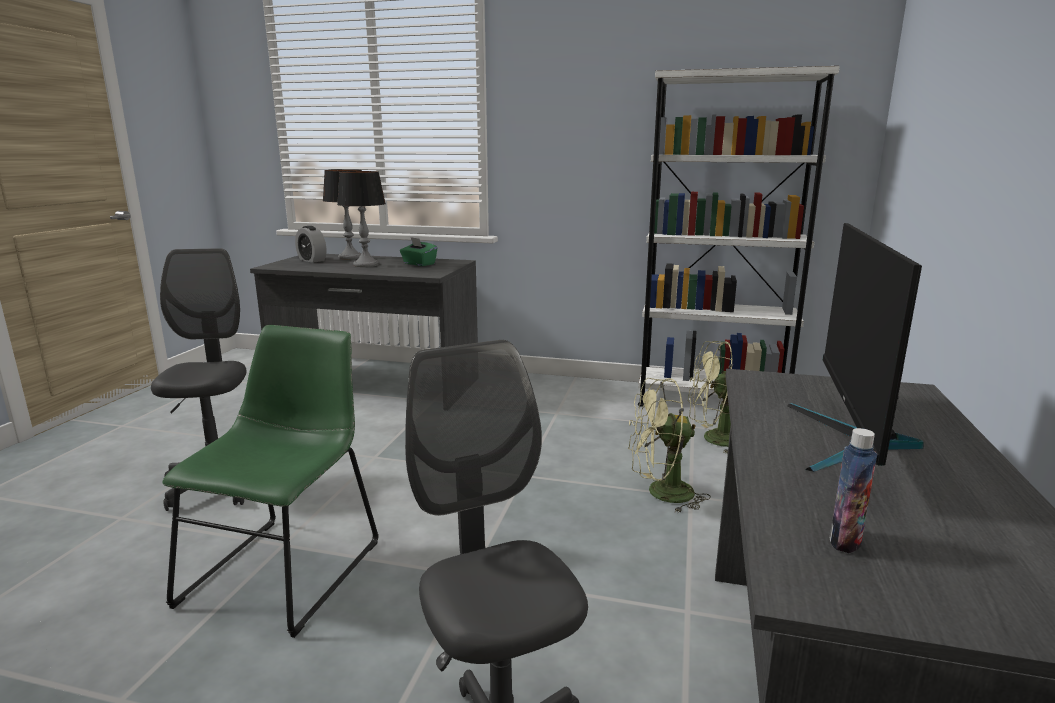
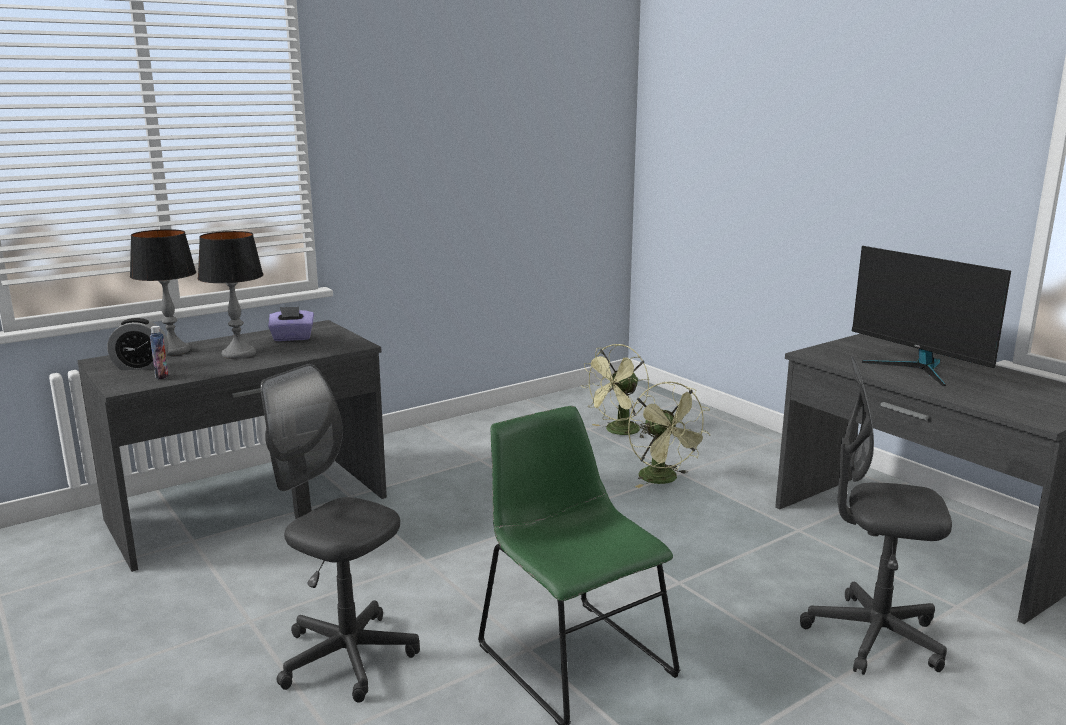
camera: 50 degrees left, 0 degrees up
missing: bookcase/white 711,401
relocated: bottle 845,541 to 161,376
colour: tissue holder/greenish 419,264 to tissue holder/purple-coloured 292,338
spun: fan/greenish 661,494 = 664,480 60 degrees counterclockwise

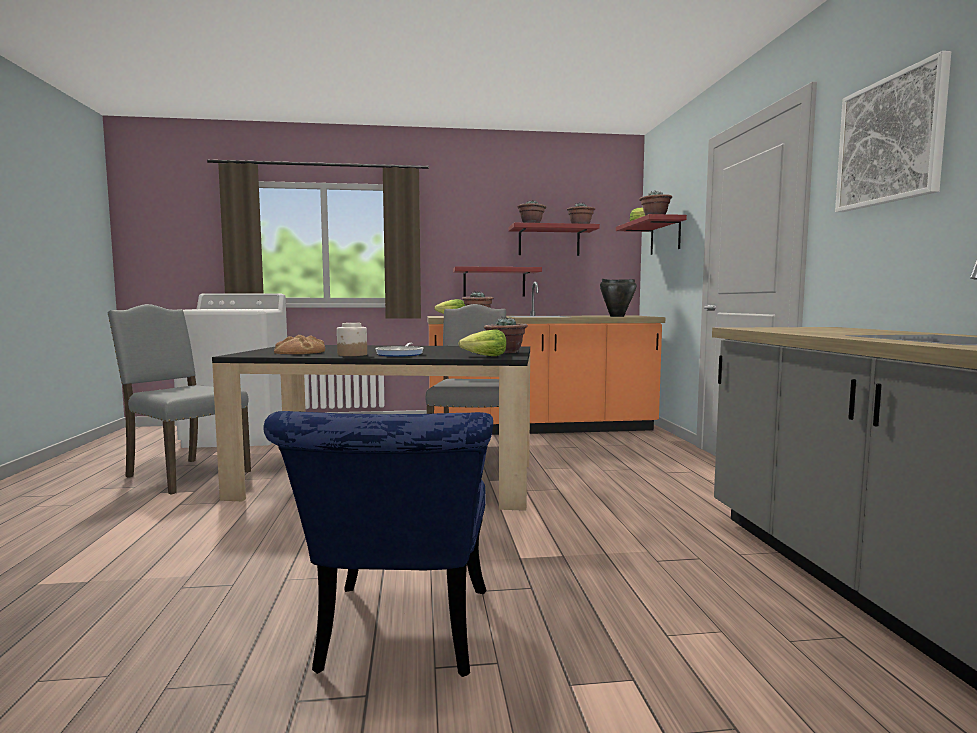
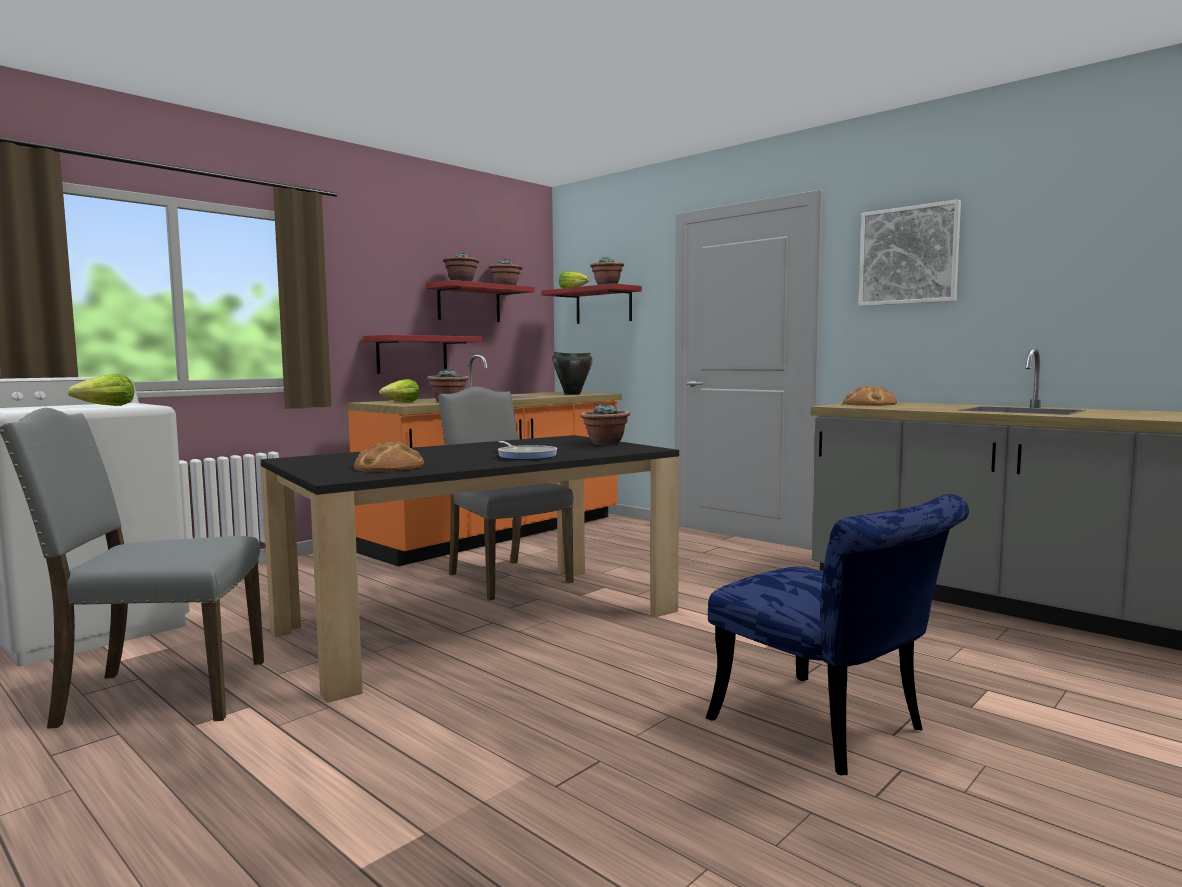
camera: 40 degrees left, 0 degrees up
missing: storage jar 352,355
appeared: bakery bread 869,404
relocated: head of lettuce 485,356 to 106,406

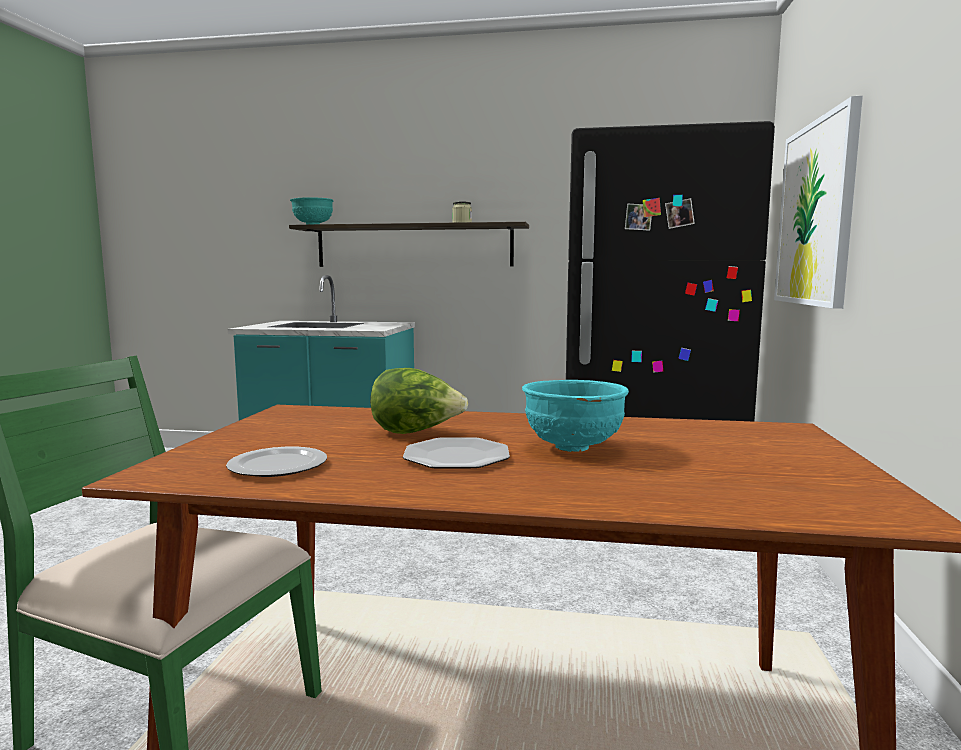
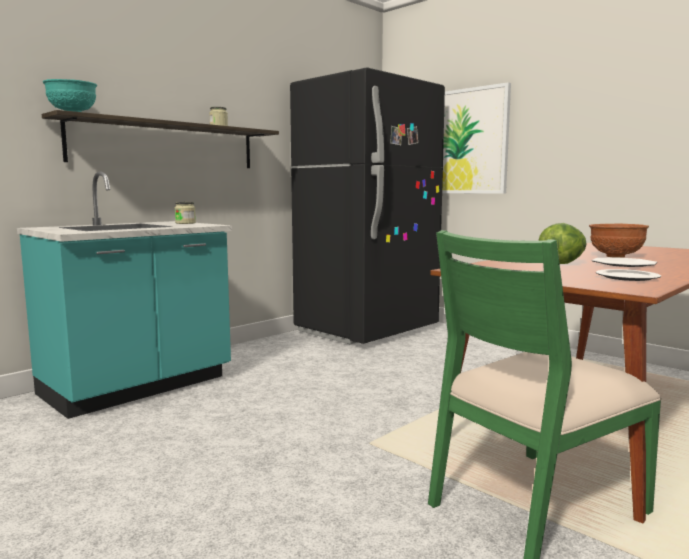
camera: 55 degrees left, 0 degrees up
appeared: storage jar 185,223
colour: bowl/turquoise-coloured 573,447 to bowl/brown 615,256

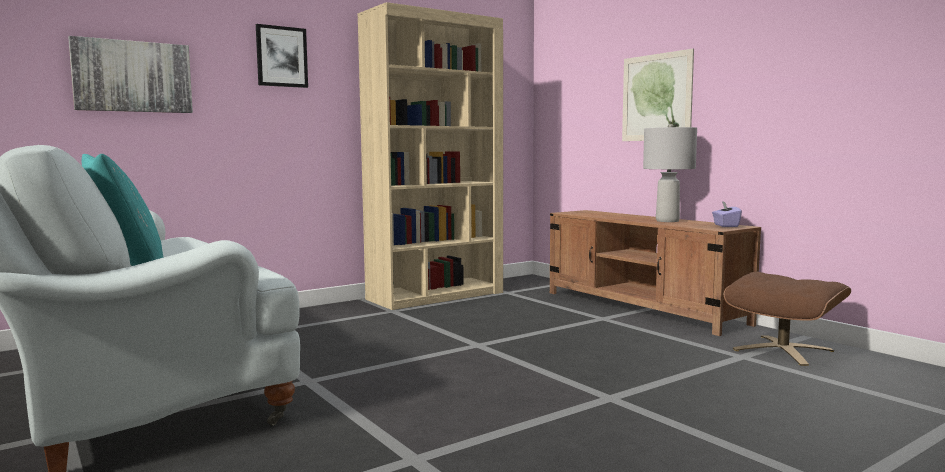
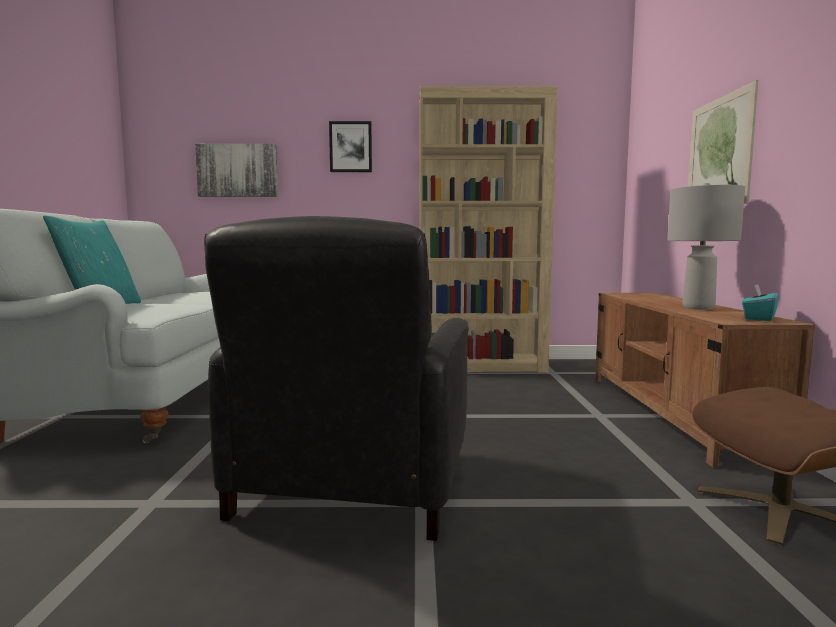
camera: 35 degrees right, 0 degrees up
appeared: armchair/black 353,484
colour: tissue holder/purple-coloured 725,225 to tissue holder/turquoise-coloured 758,318

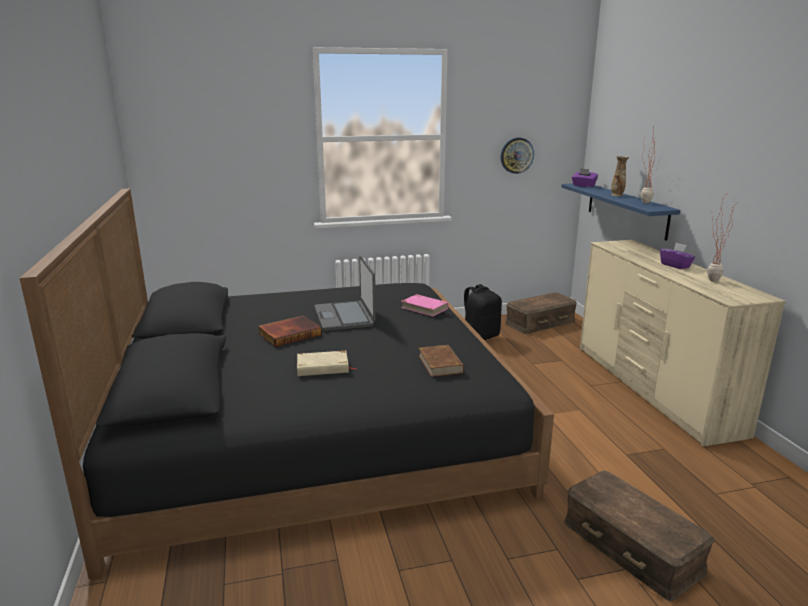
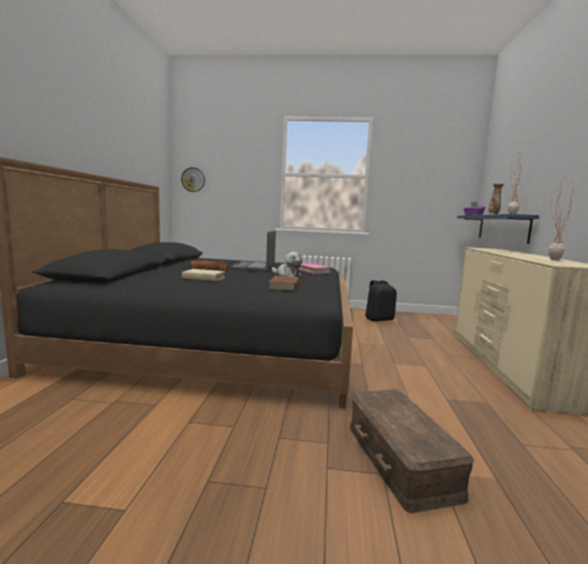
camera: 20 degrees right, 10 degrees down
missing: storage bin/brown 540,323; tissue holder/purple-coloured 675,265
appeared: soft toy 287,275
relocated: clock on the wall 516,155 to 193,179

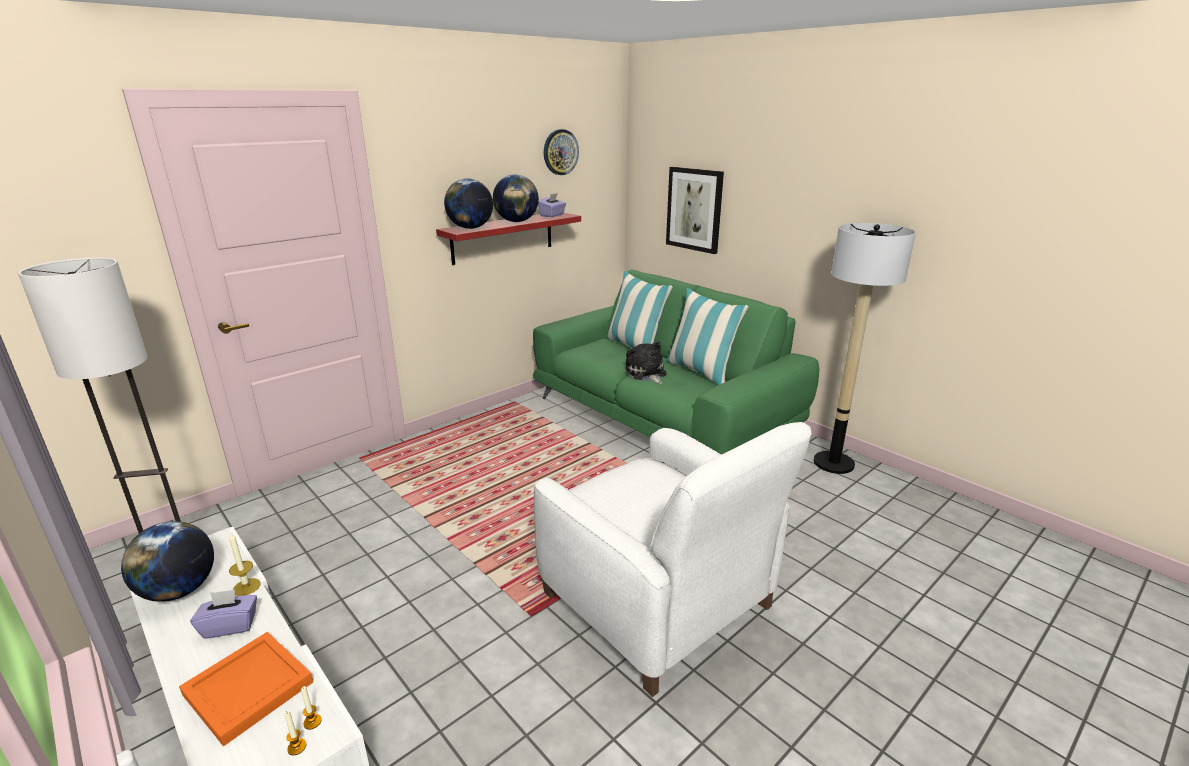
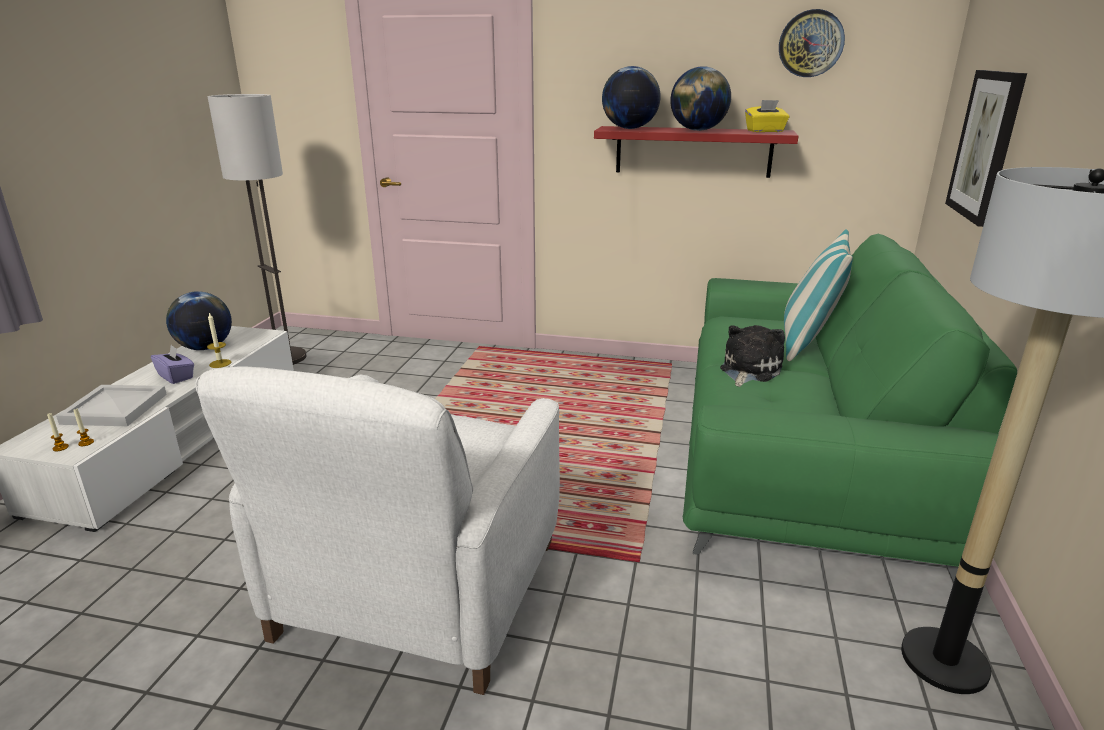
camera: 55 degrees right, 0 degrees up
missing: throw pillow 701,371
colour: serving tray/orange 246,689 to serving tray/white 114,408; tissue holder/purple-coloured 552,215 to tissue holder/yellowish 765,131

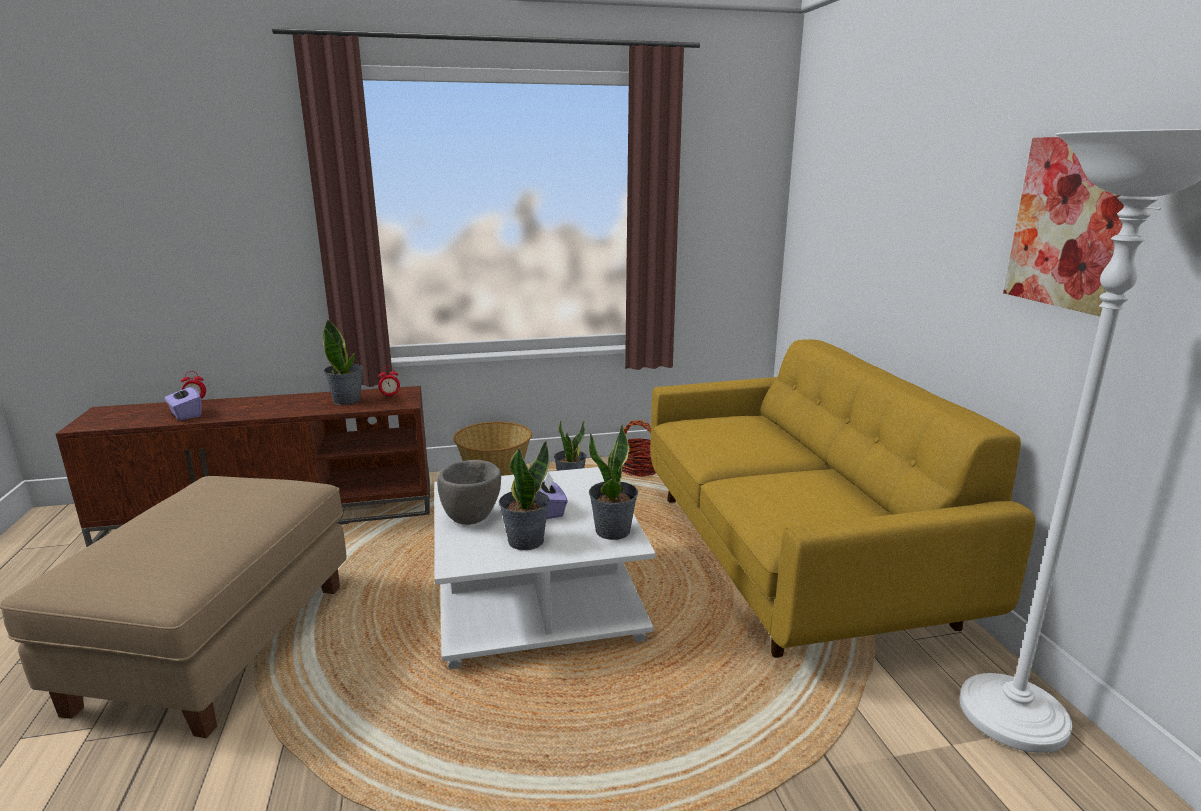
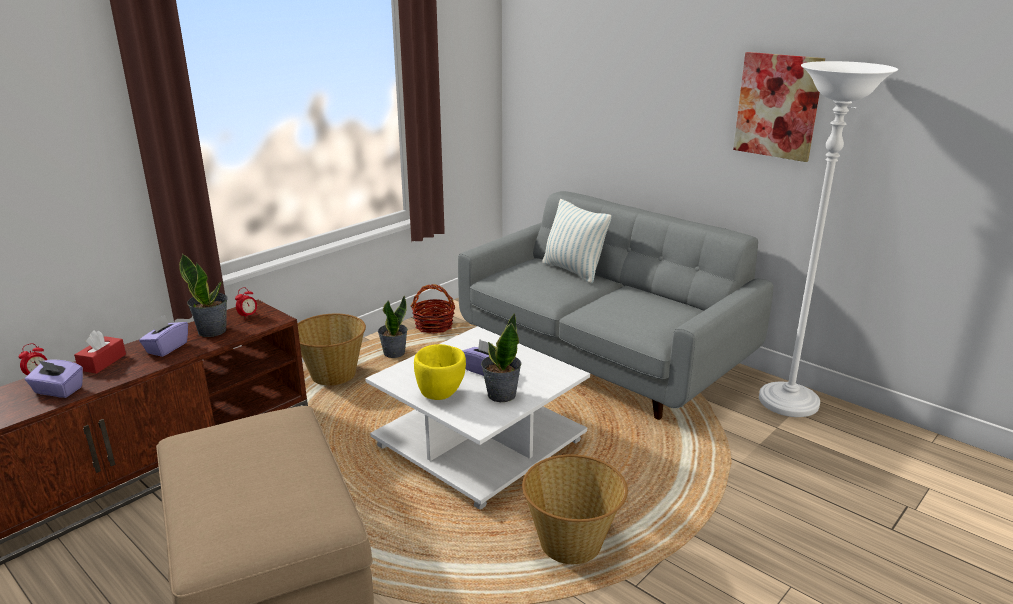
camera: 35 degrees left, 5 degrees up
missing: houseplant 613,531
appeared: tissue holder/red 102,362; tissue holder/purple-coloured 166,348; basket 572,543; throw pillow 573,270
colour: bowl/greyish 472,519 to bowl/yellowish 441,394; settee/yellowish 790,556 to settee/greyish 603,356

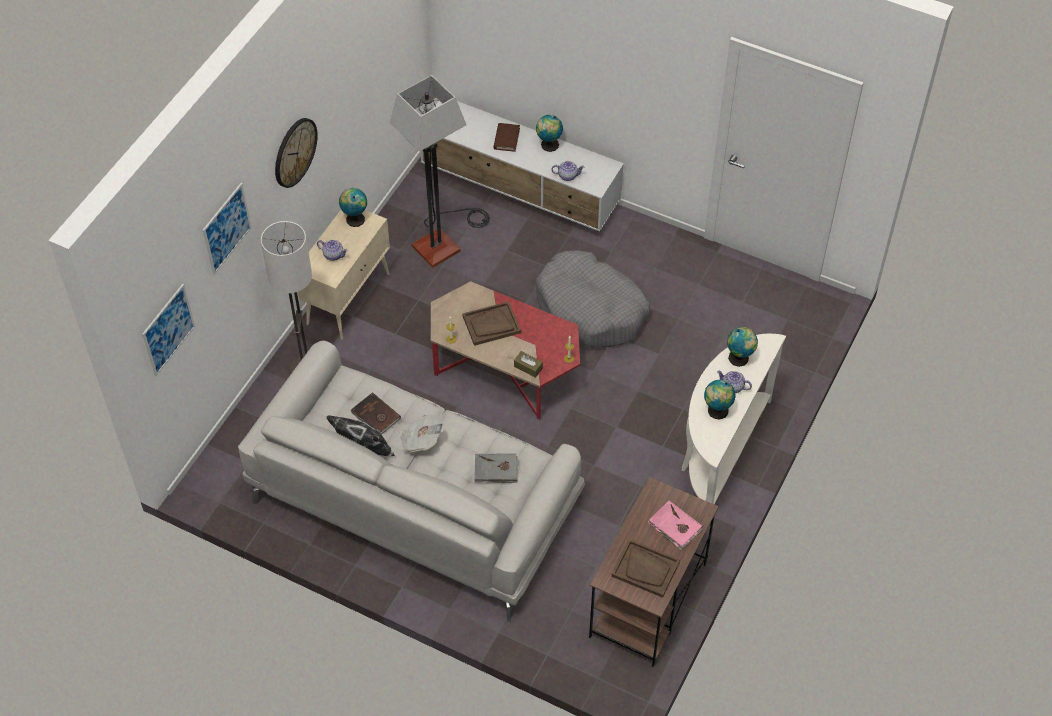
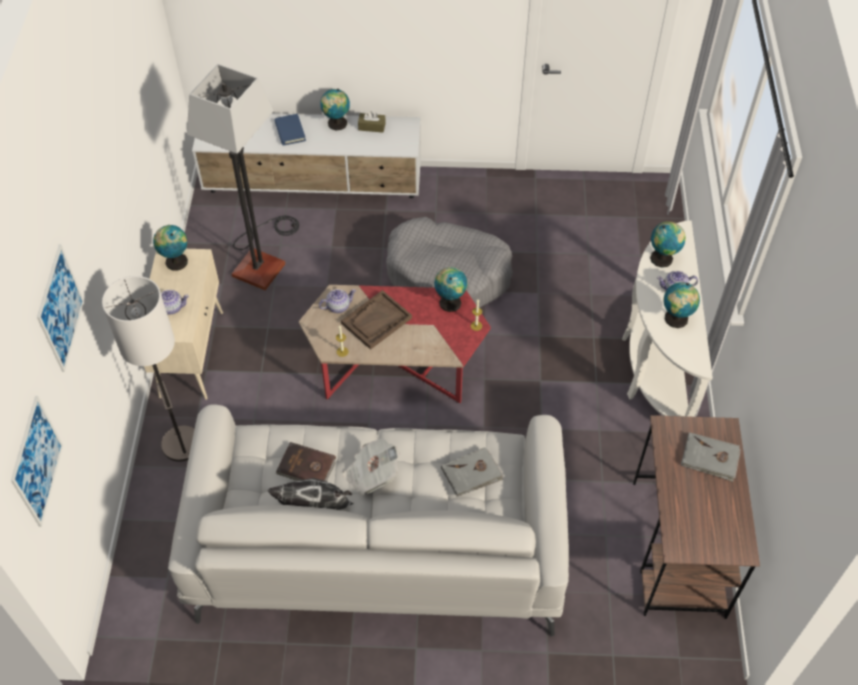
camera: 25 degrees left, 0 degrees up
missing: clock on the wall 294,152; serving tray/brown 645,569
appeared: world globe 450,301
relocated: tissue holder/brown 528,367 to 372,127; teapot 568,175 to 338,306
colour: volume/brown 506,138 to volume/blue-coloured 290,131; volume/pink-coloured 675,526 to volume/greyish 710,458

